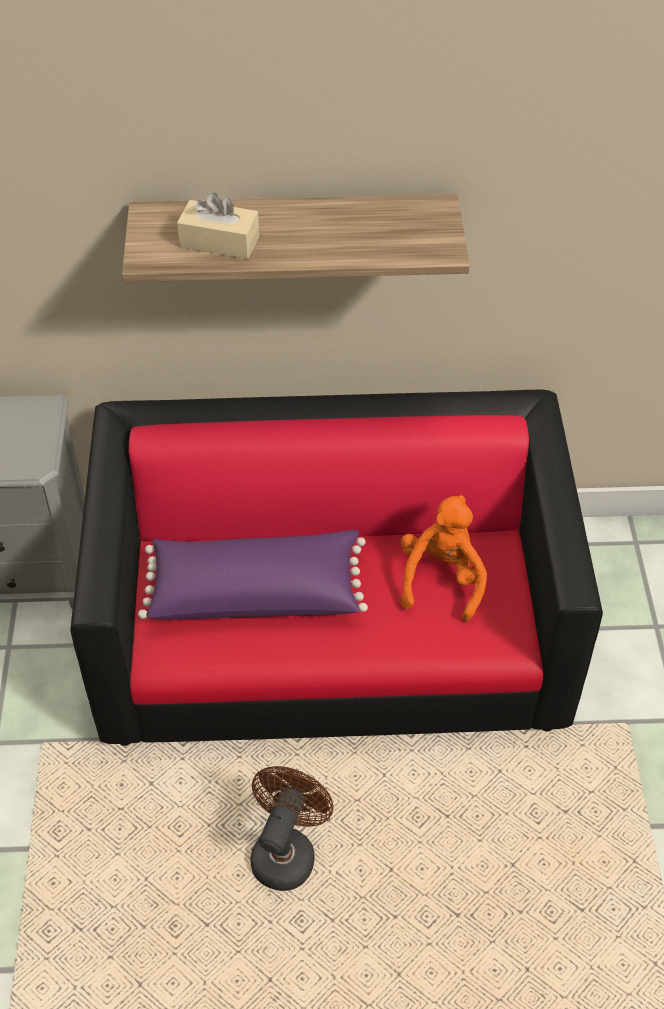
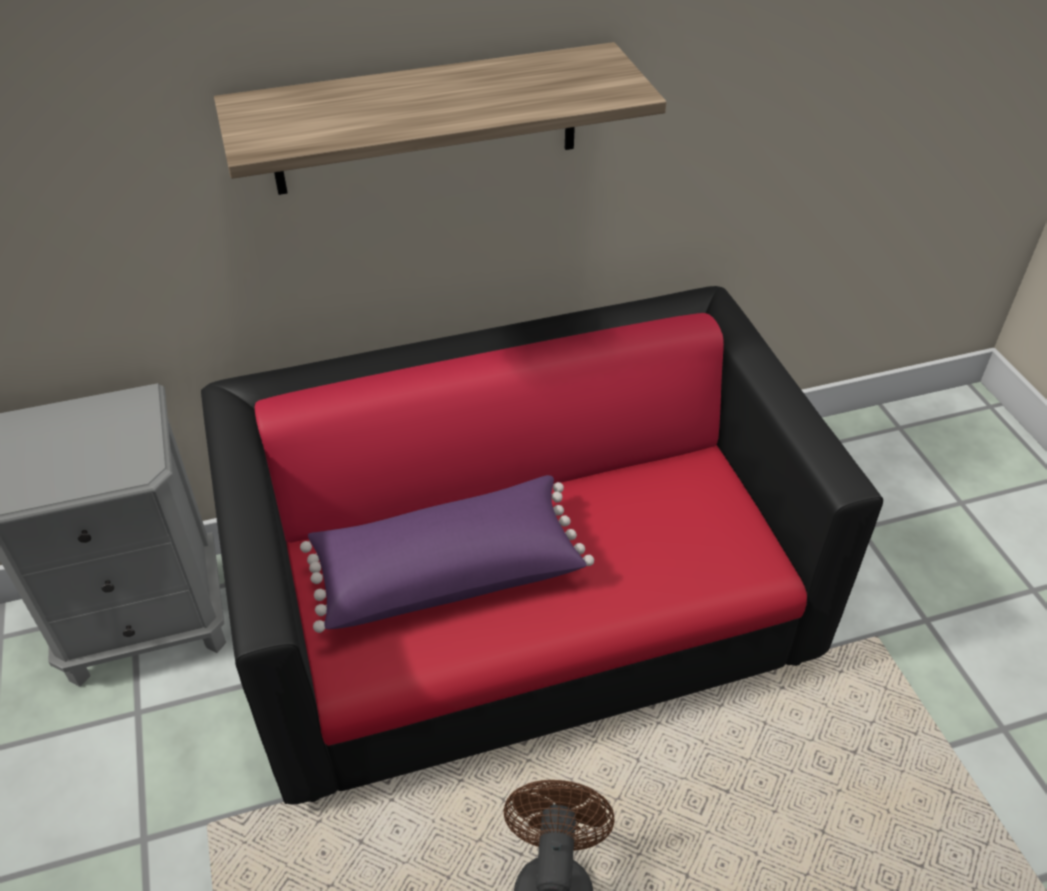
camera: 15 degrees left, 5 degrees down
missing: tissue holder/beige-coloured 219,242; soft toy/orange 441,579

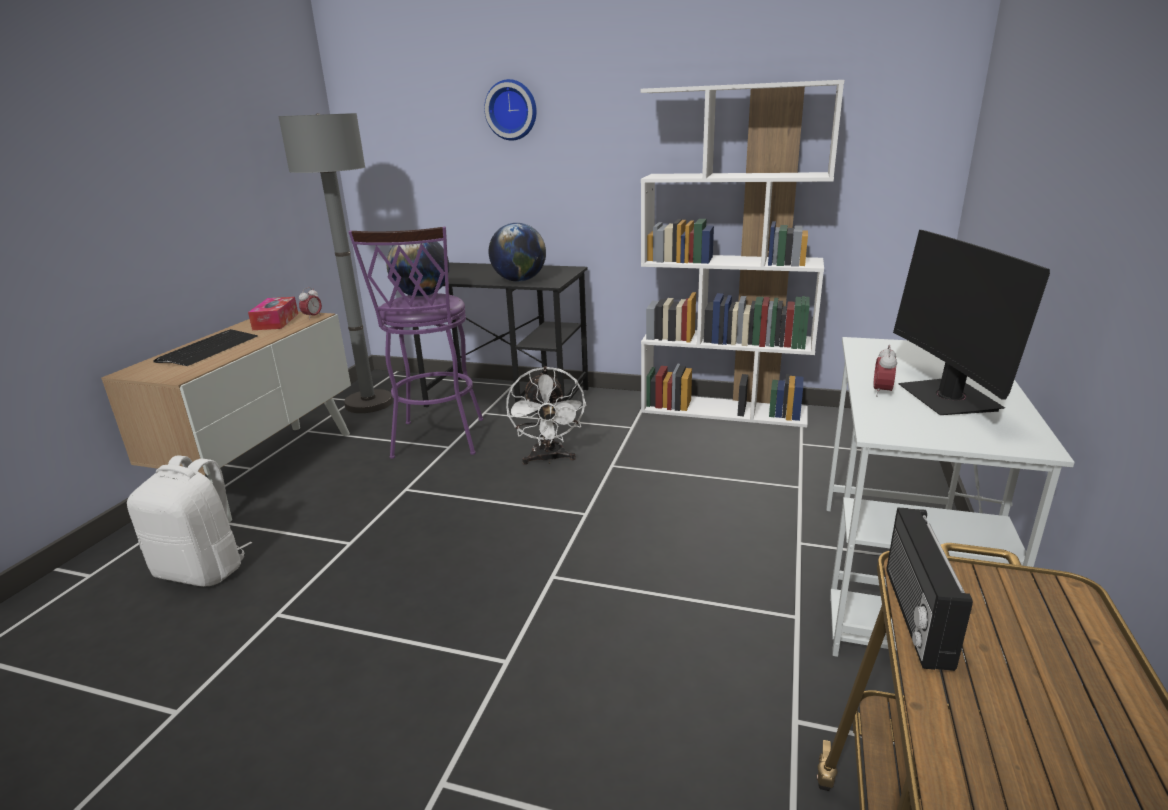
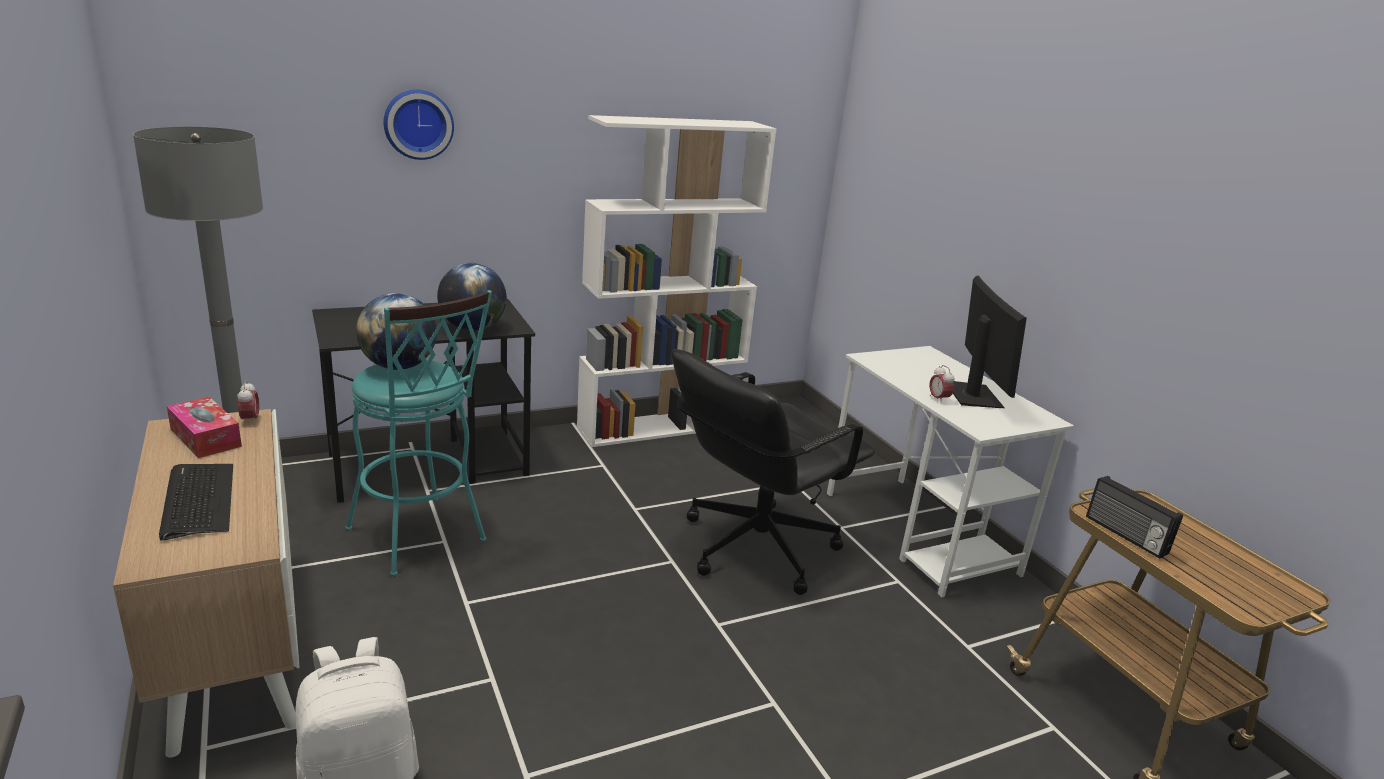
camera: 45 degrees left, 0 degrees up
missing: fan/white 548,459
appeared: computer chair/black 756,547
colour: stool/purple-coloured 437,442 to stool/turquoise-coloured 421,540
spun: computer display 948,398 = 973,395 135 degrees counterclockwise

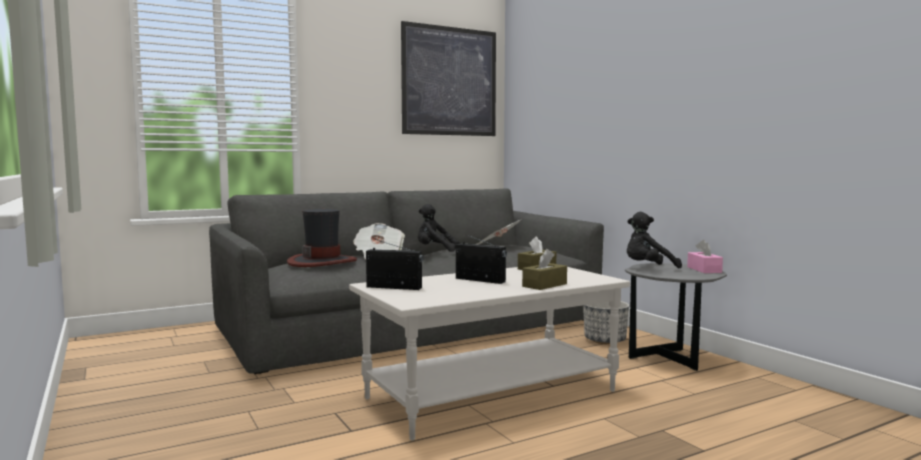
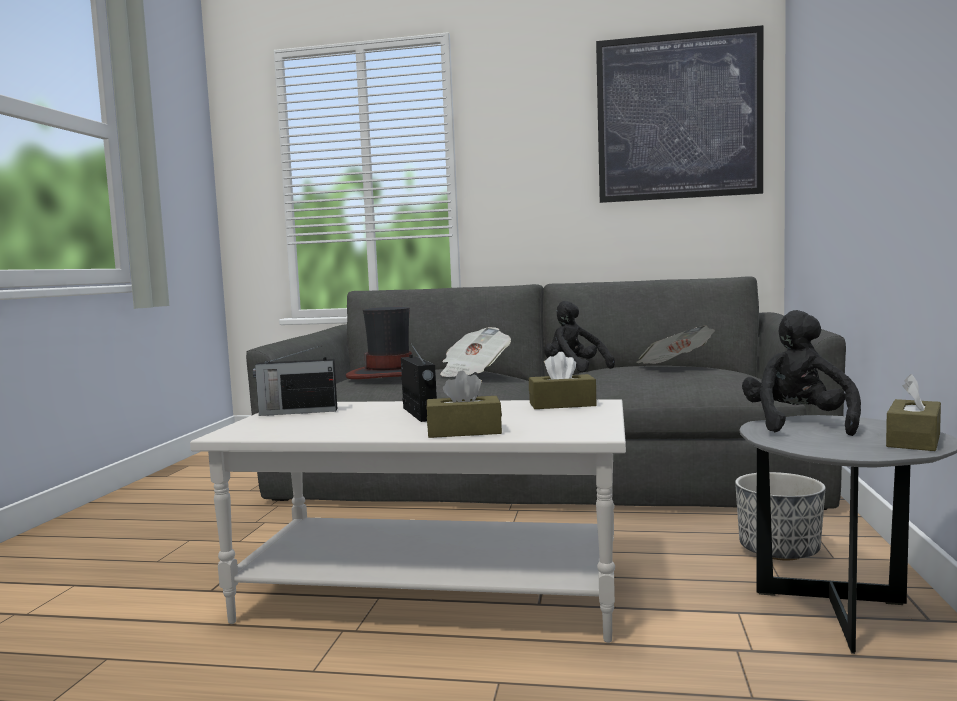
camera: 40 degrees right, 0 degrees up
colour: tissue holder/pink-coloured 704,270 to tissue holder/brown 913,440
spun: radio 395,287 = 297,412 120 degrees clockwise; soft toy/black 648,268 = 798,424 75 degrees clockwise

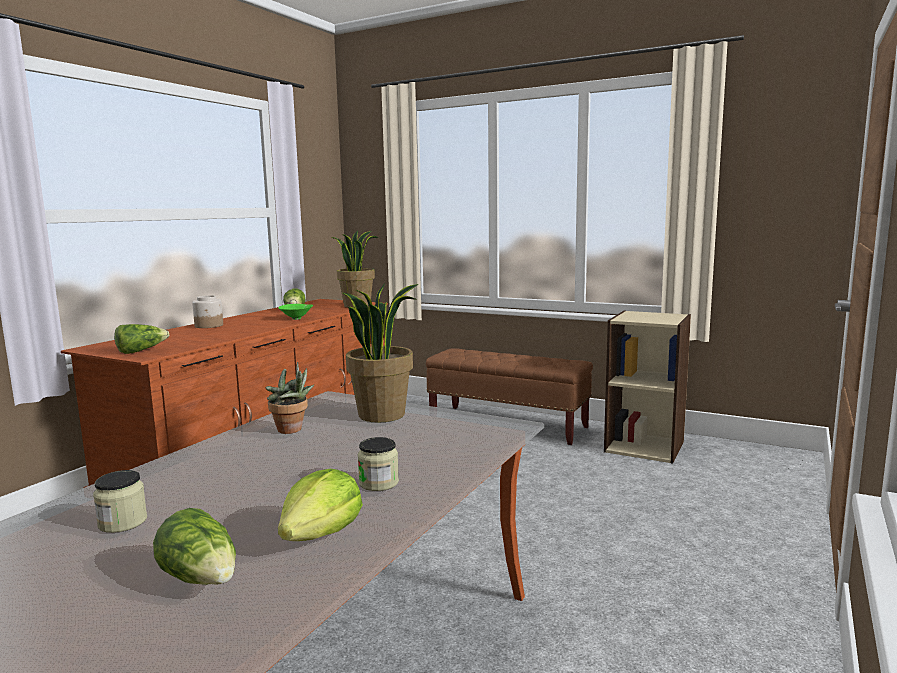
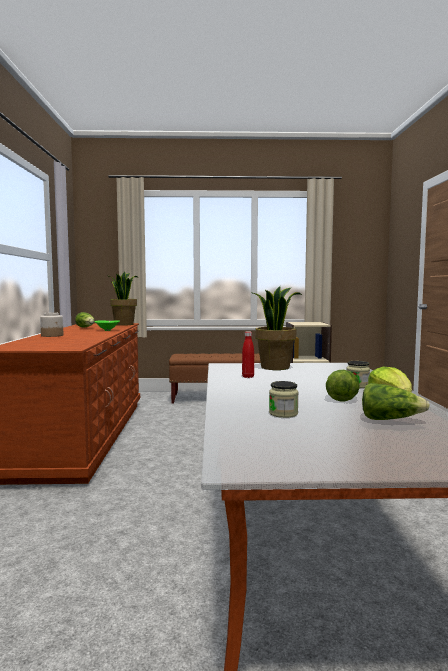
camera: 30 degrees left, 5 degrees down
relocated: head of lettuce 141,351 to 341,397
exchanged: houseplant 292,430 to bottle/red 248,377

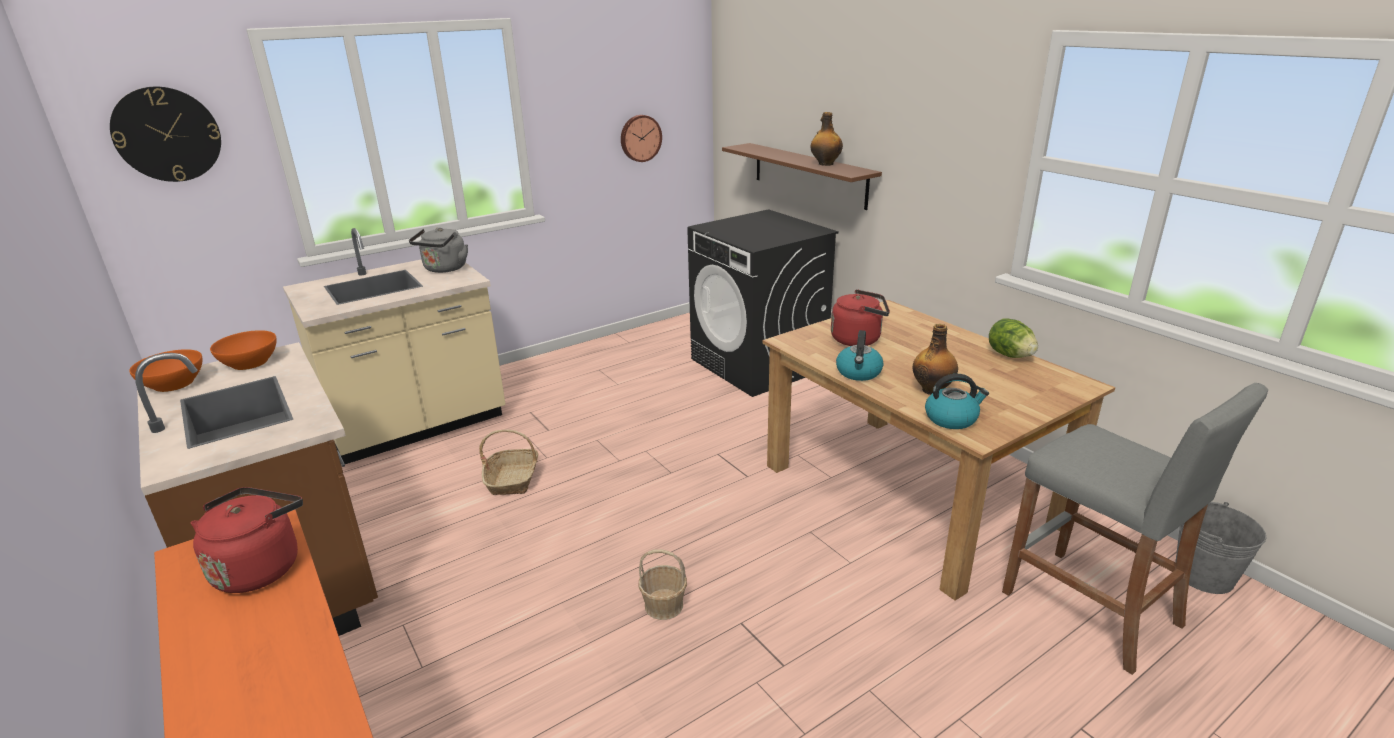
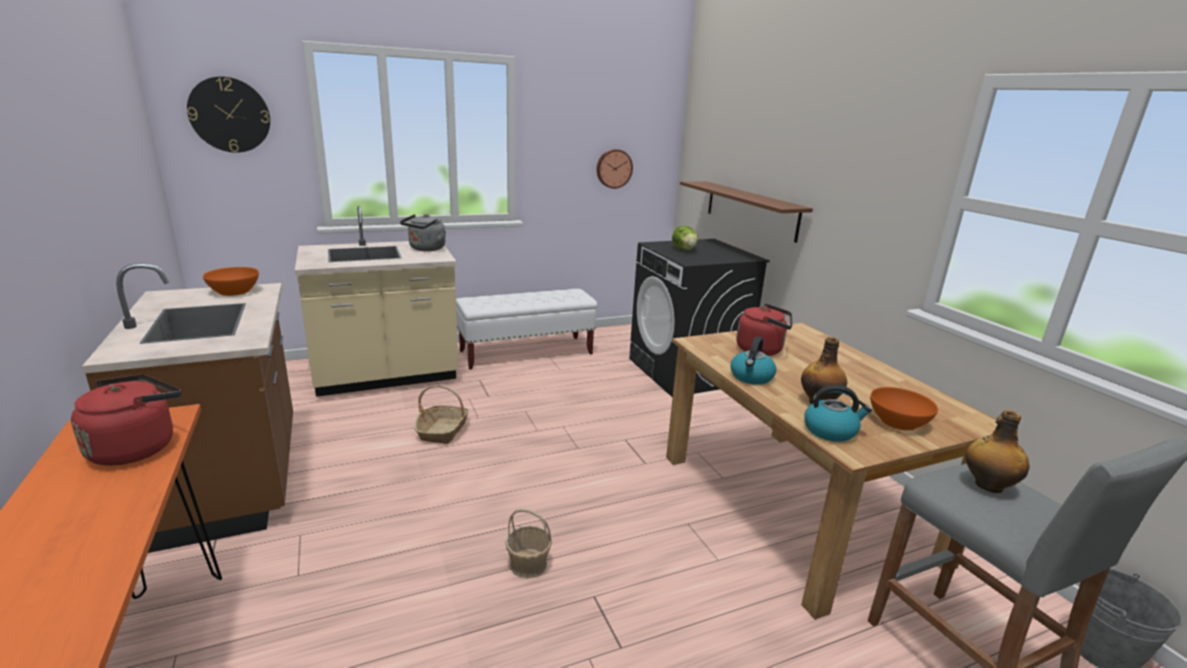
camera: 10 degrees right, 5 degrees down
appeared: indoor bench/white 527,353
relocated: bowl/orange 174,384 to 898,422; bottle 825,164 to 987,485; head of lettuce 1010,355 to 684,250

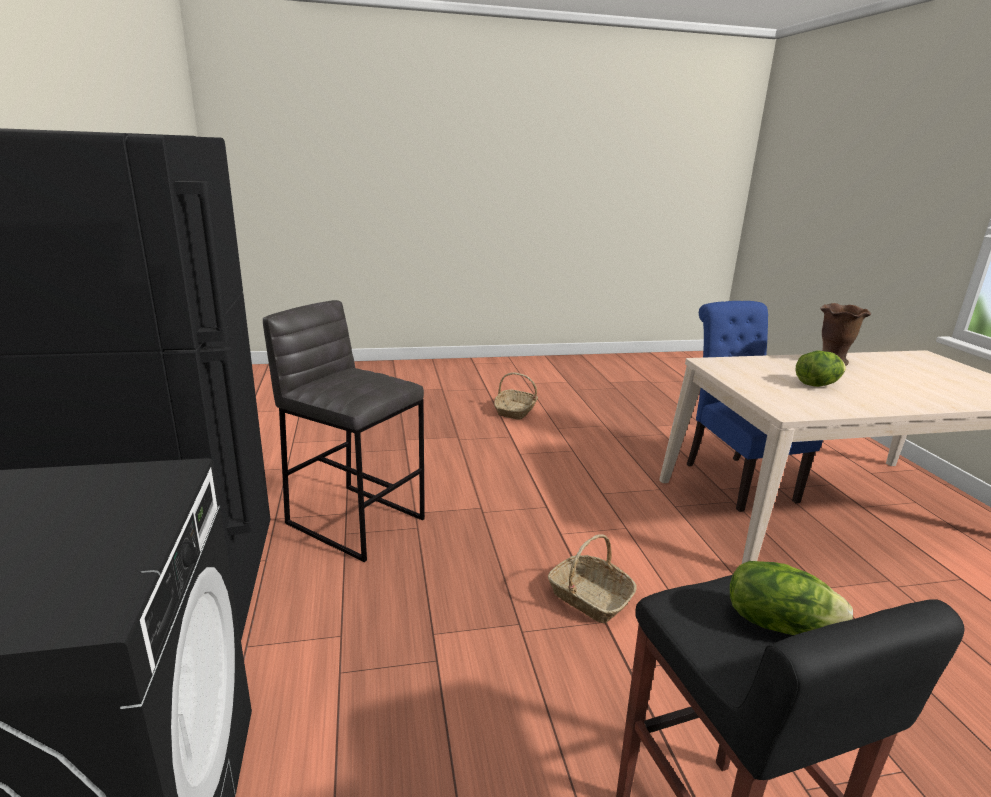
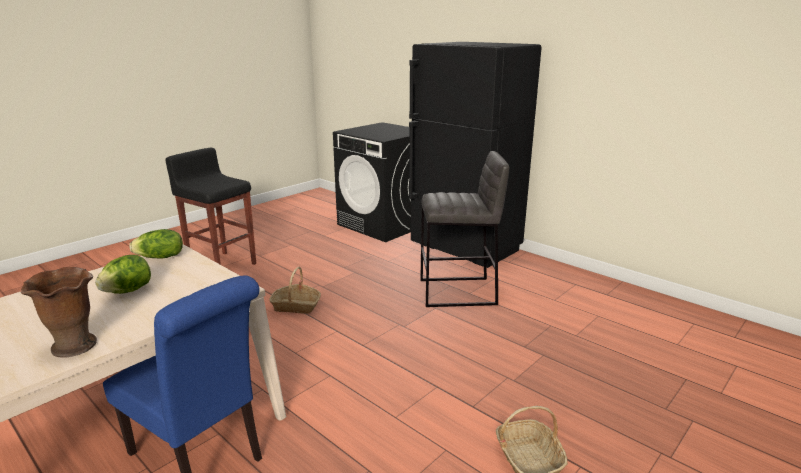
camera: 145 degrees right, 0 degrees up
relocated: head of lettuce 777,623 to 160,257

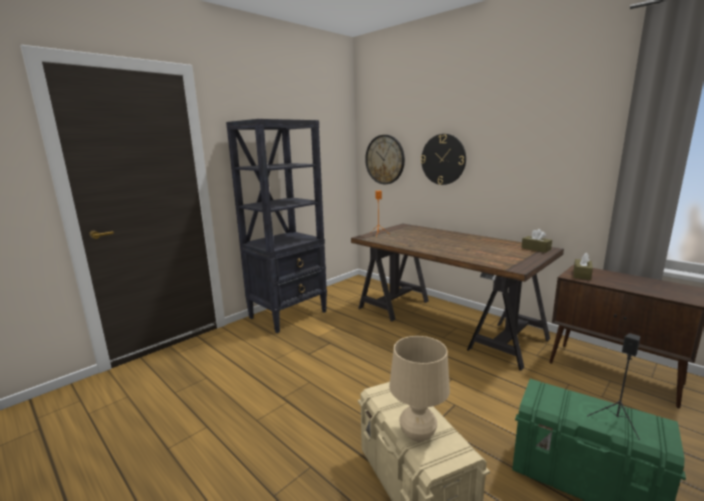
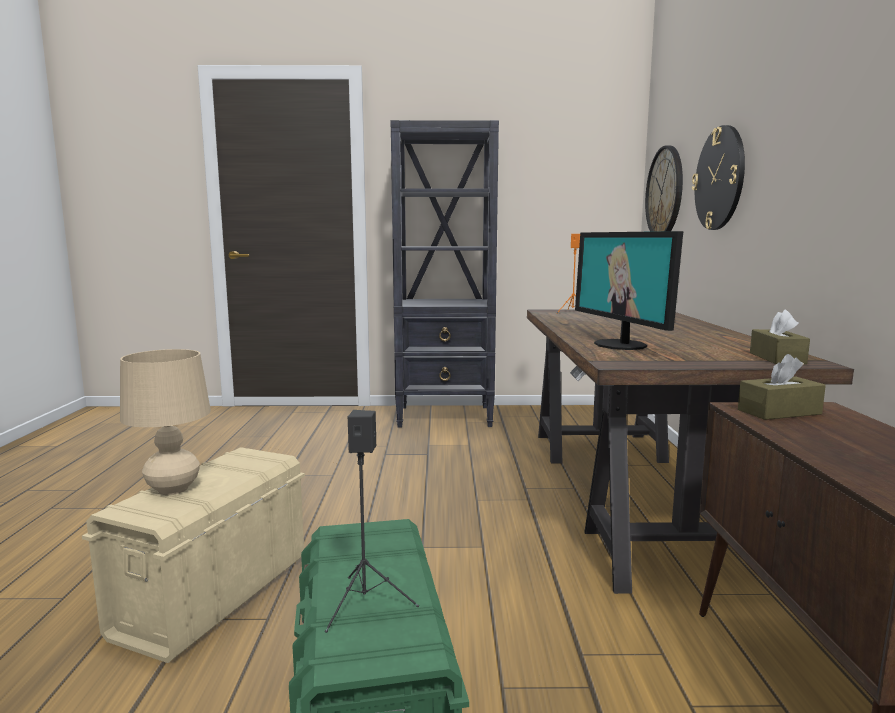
camera: 45 degrees right, 5 degrees down
appeared: computer display 621,345

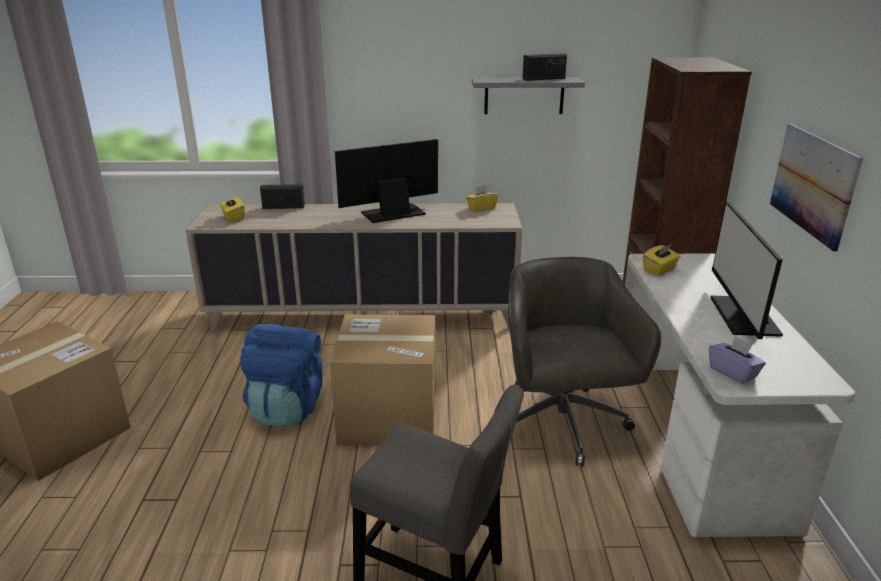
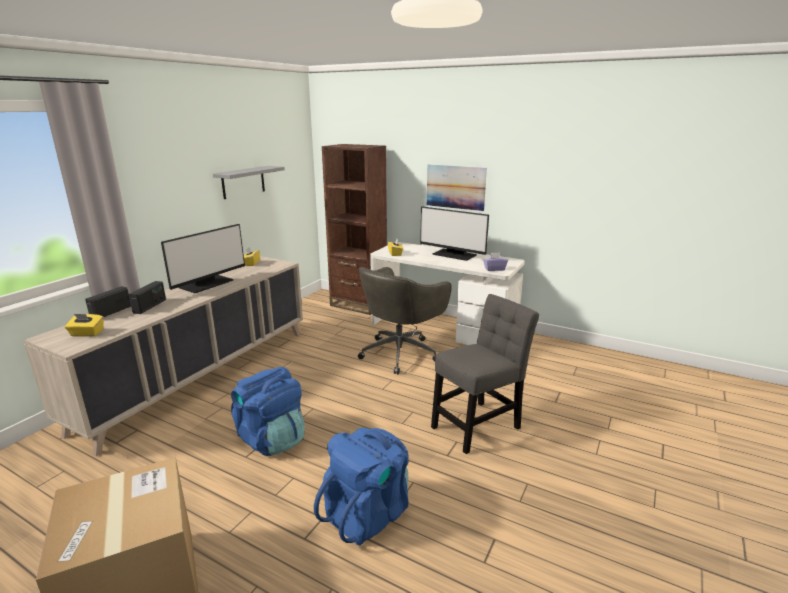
camera: 60 degrees left, 5 degrees down
missing: packing box 388,416
appeared: knapsack/blue-coloured 368,513
relocated: radio 543,79 to 150,306
spun: computer display 392,213 = 207,284 150 degrees counterclockwise; computer chair/greyish 562,424 = 401,352 75 degrees counterclockwise

